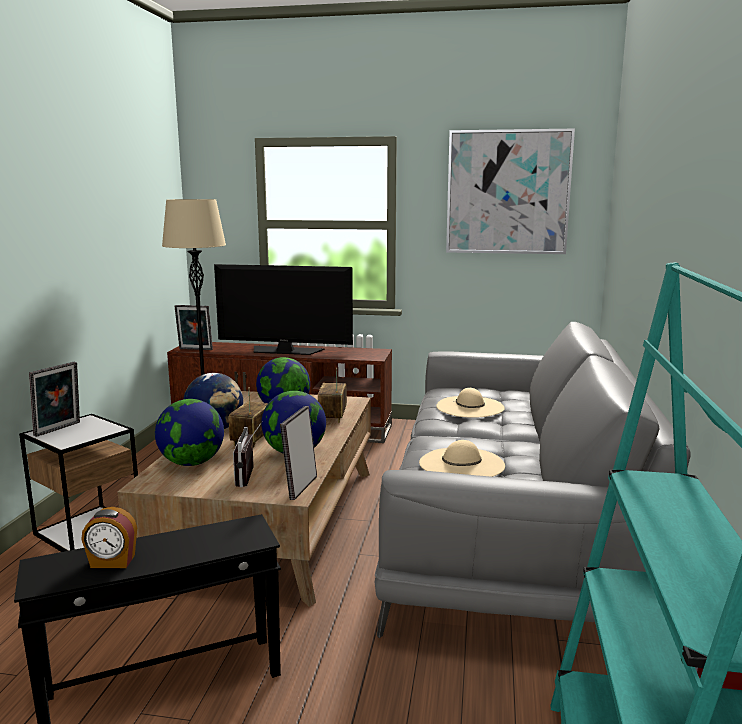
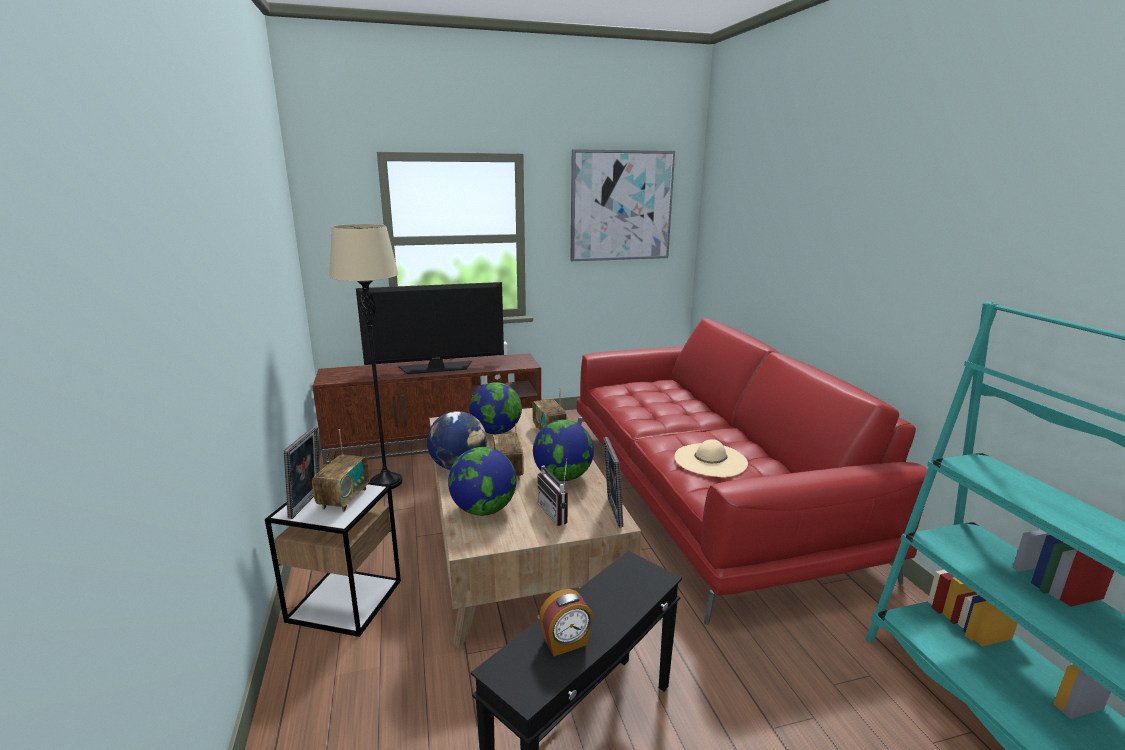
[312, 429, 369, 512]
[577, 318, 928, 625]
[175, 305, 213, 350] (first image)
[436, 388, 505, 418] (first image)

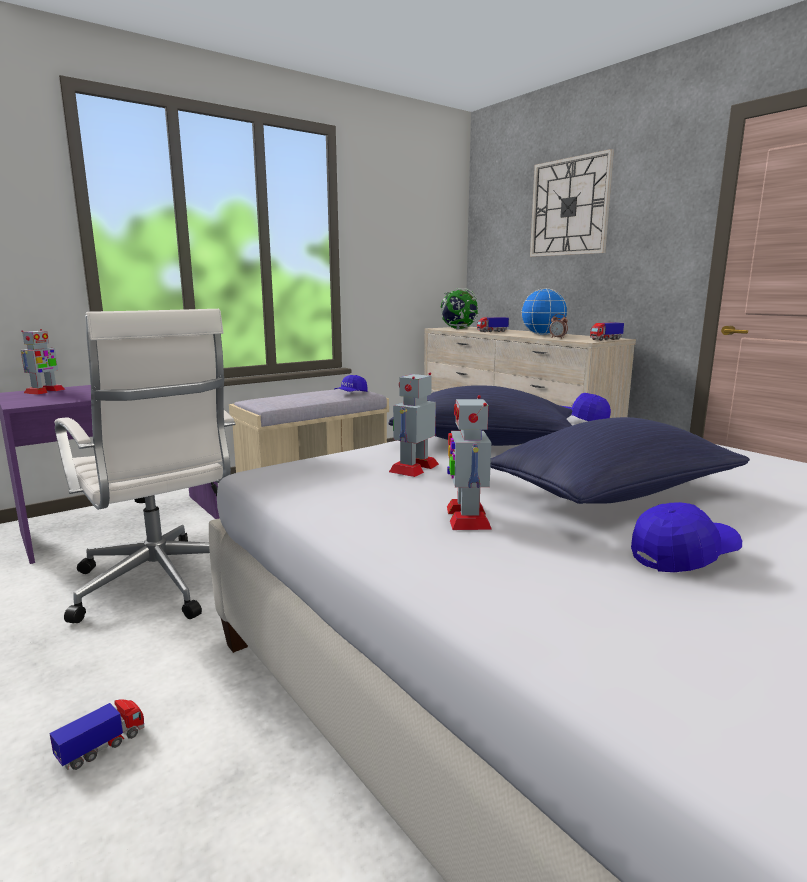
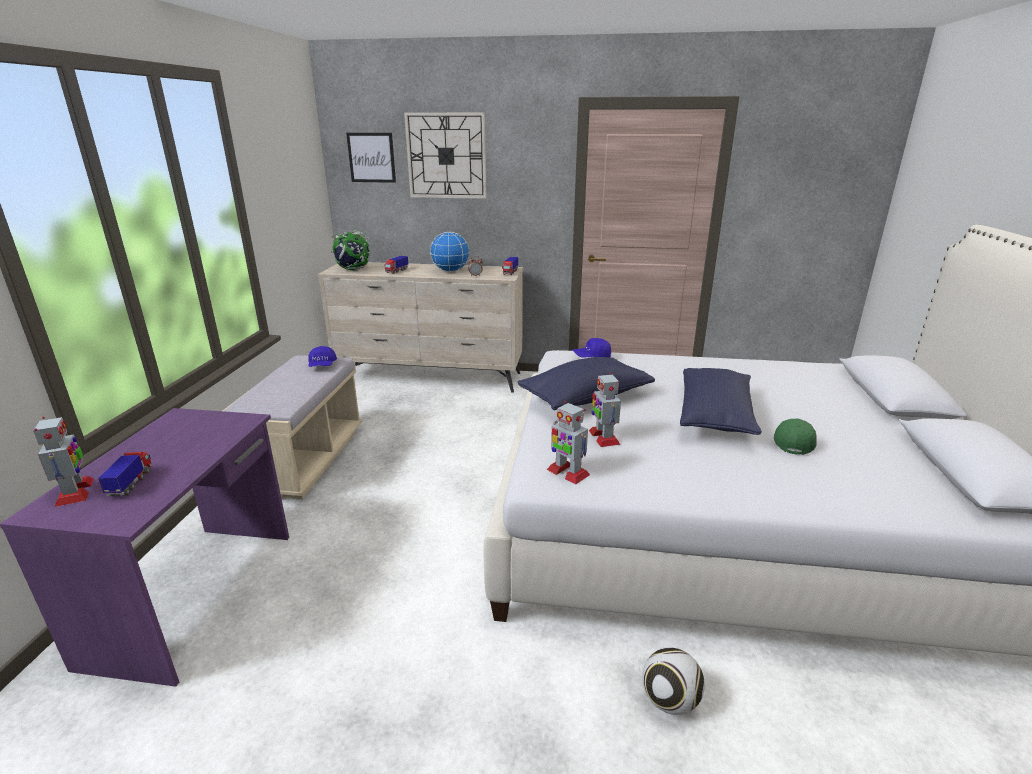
[98, 452, 152, 496]
[346, 133, 396, 183]
[547, 401, 590, 484]
[642, 648, 705, 715]
[774, 419, 817, 455]
[54, 309, 235, 623] (first image)

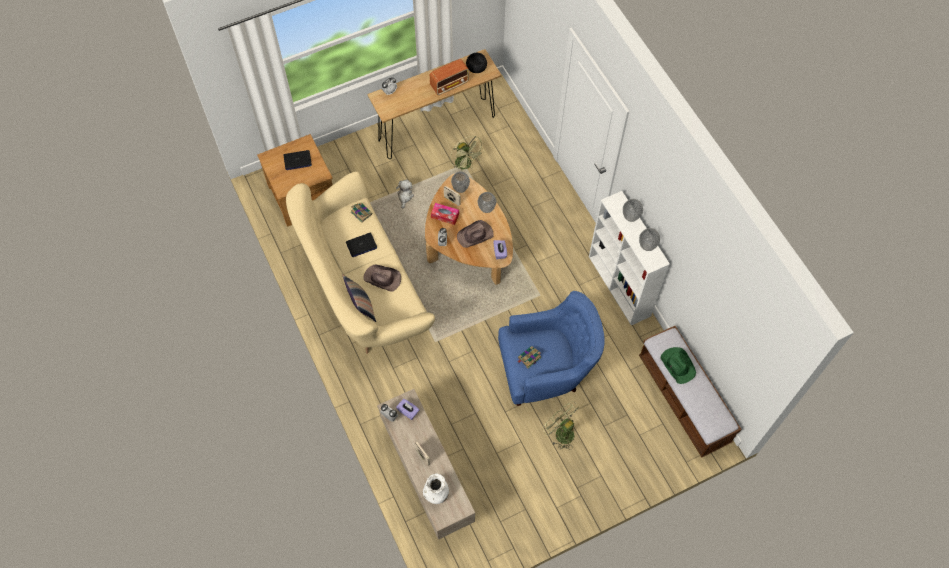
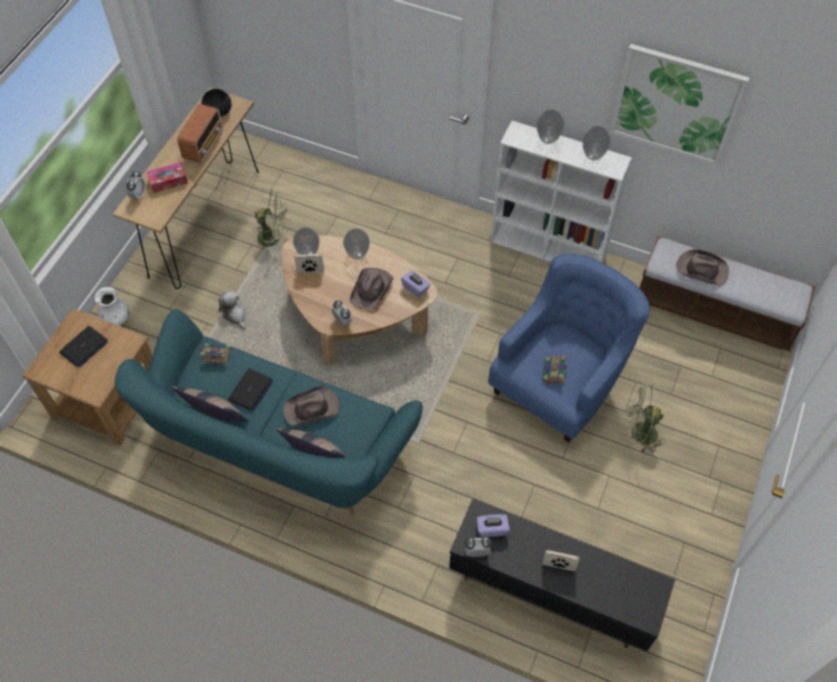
[95, 287, 130, 326]
[115, 309, 423, 516]
[146, 162, 188, 193]
[171, 386, 249, 422]
[449, 499, 675, 651]
[610, 44, 750, 166]
[676, 249, 729, 286]

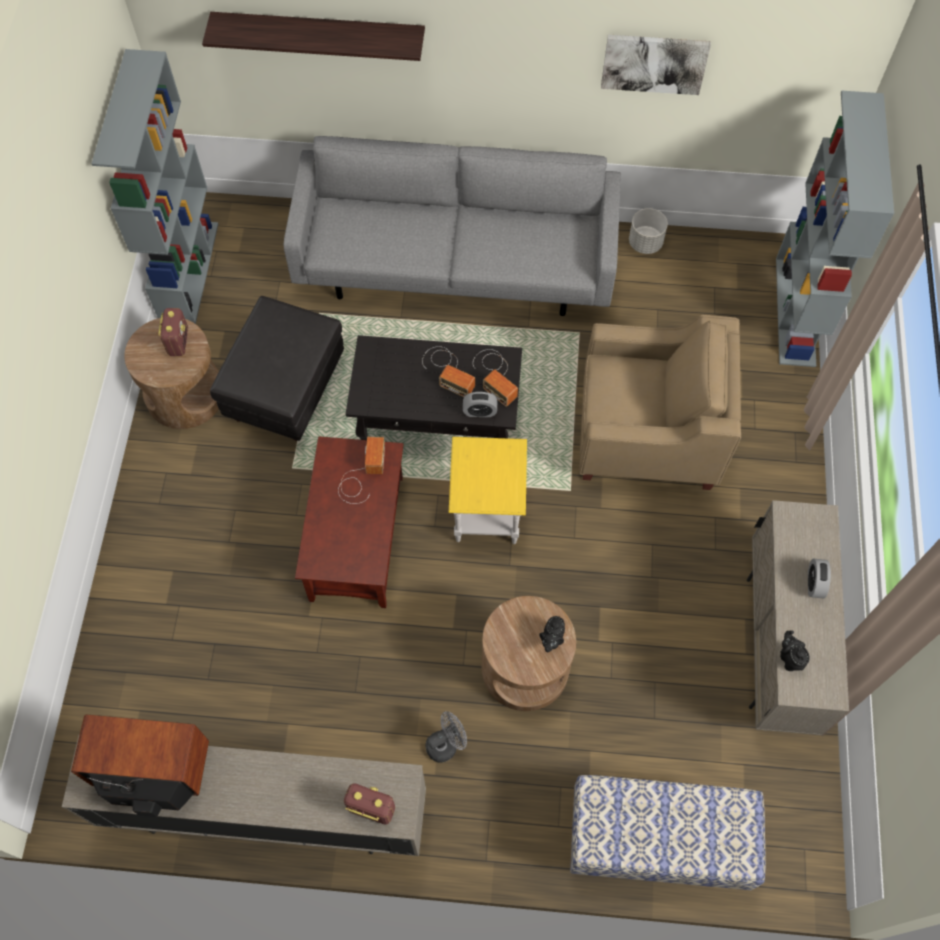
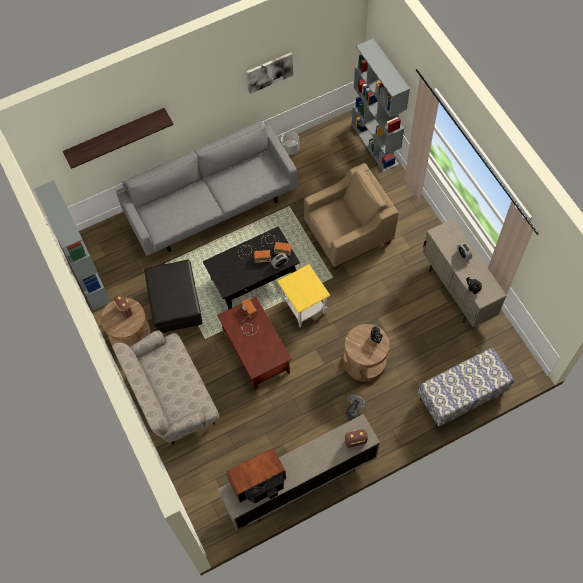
[112, 330, 219, 445]

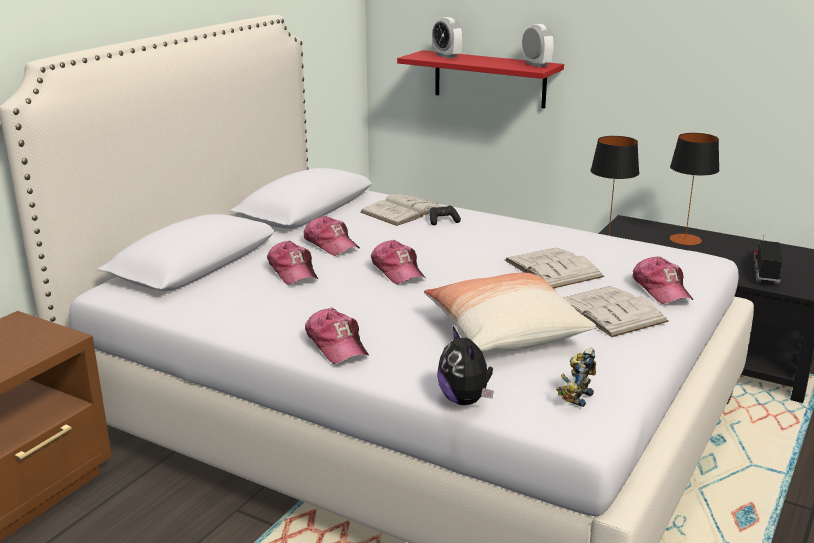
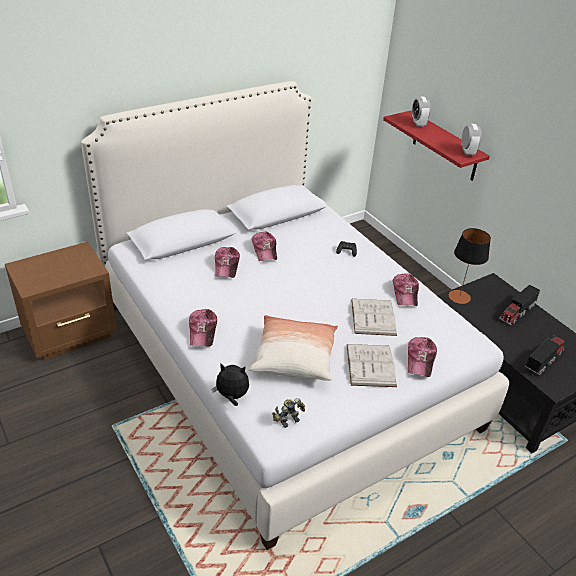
[211, 364, 249, 406]
[393, 273, 419, 306]
[499, 285, 540, 325]
[360, 194, 445, 226] (first image)

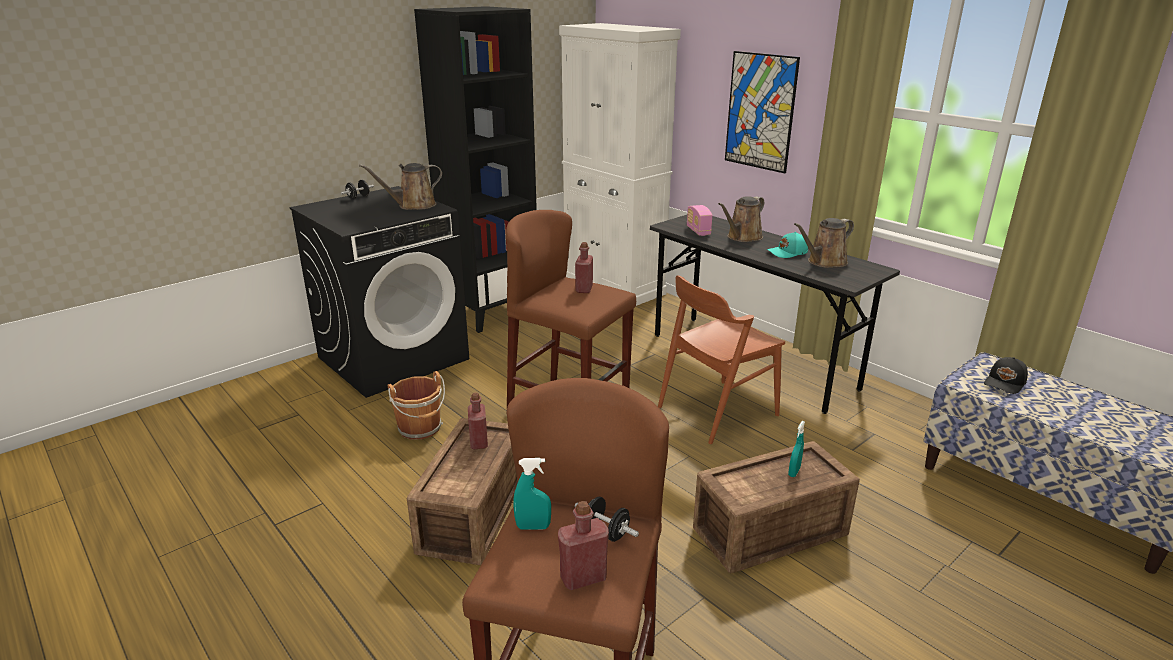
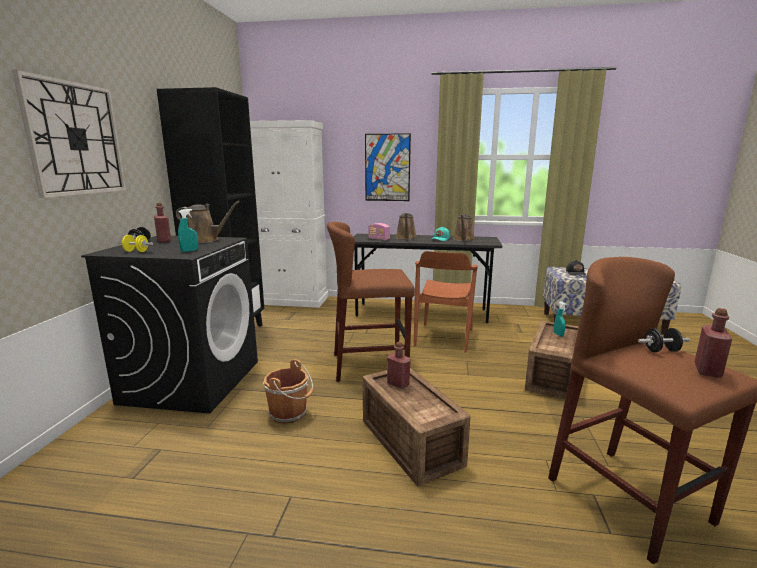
[12, 70, 126, 198]
[118, 235, 153, 252]
[154, 203, 171, 242]
[176, 201, 240, 243]
[178, 209, 198, 252]

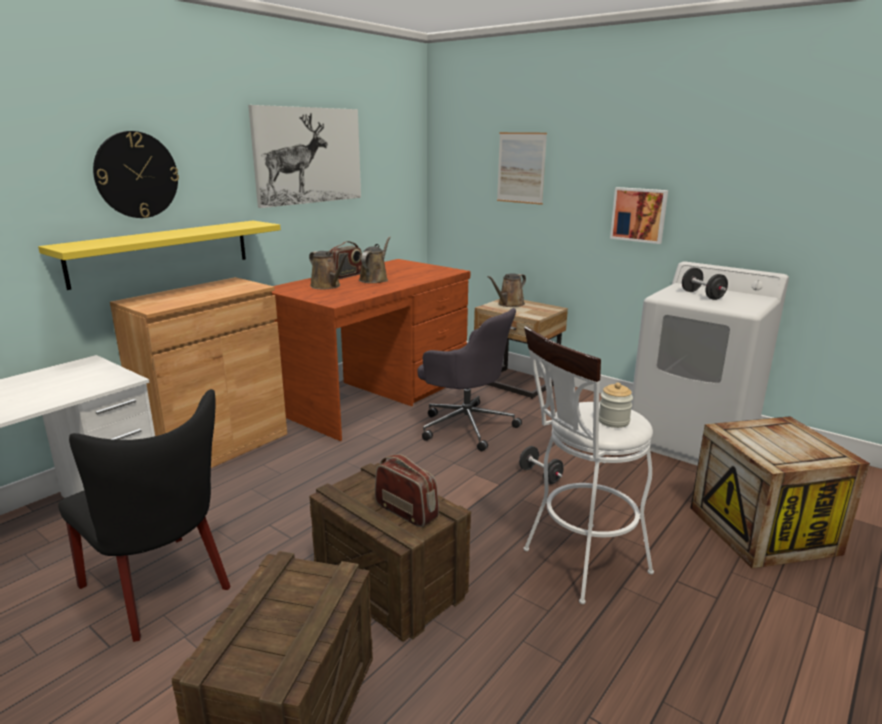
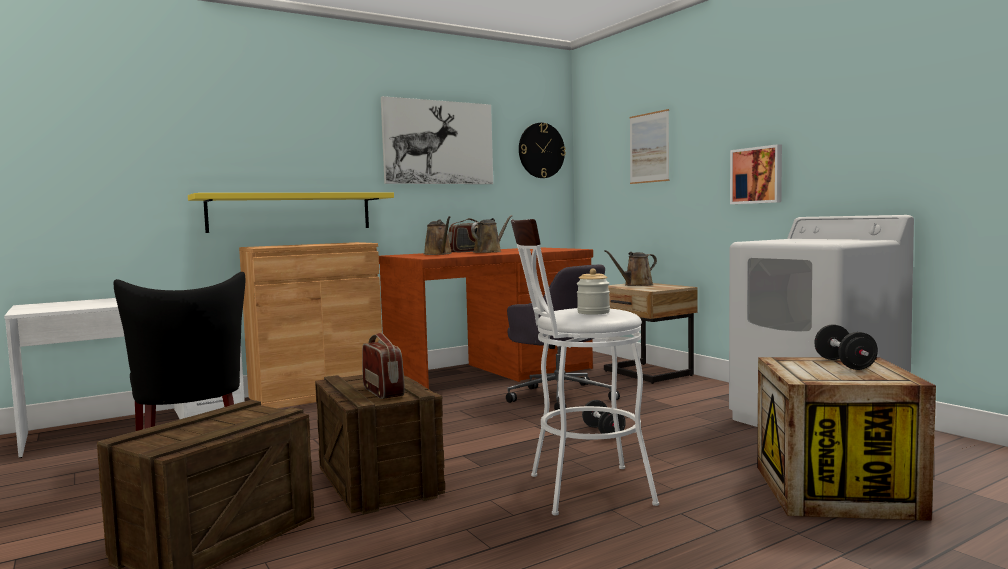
[519, 123, 566, 178]
[814, 324, 878, 370]

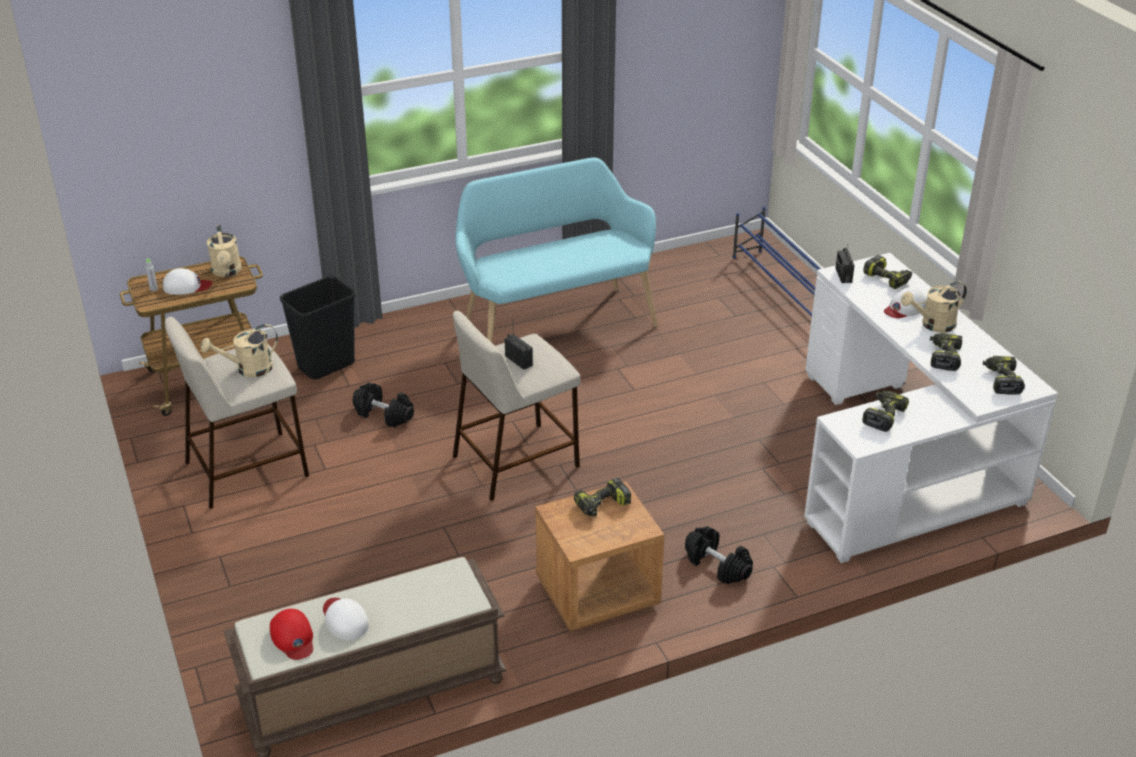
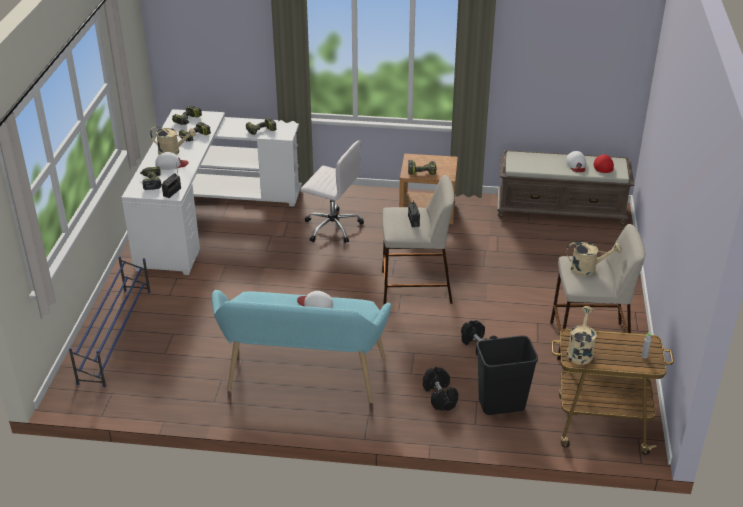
[297, 291, 333, 308]
[300, 140, 364, 243]
[423, 367, 459, 411]

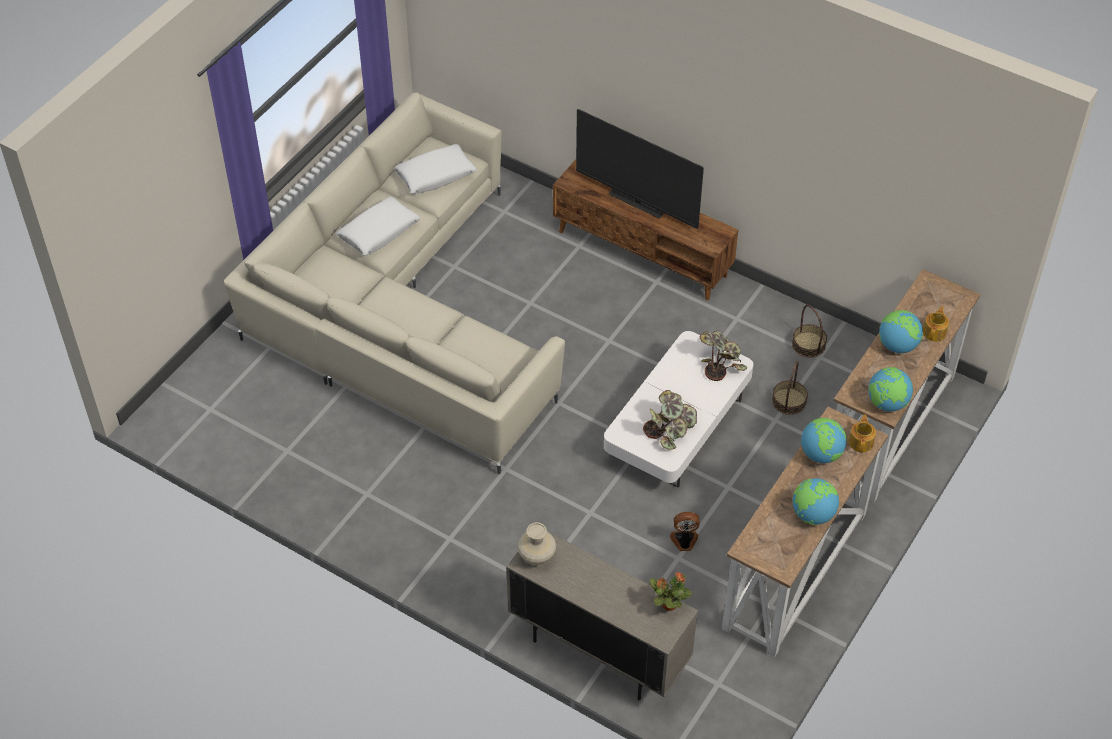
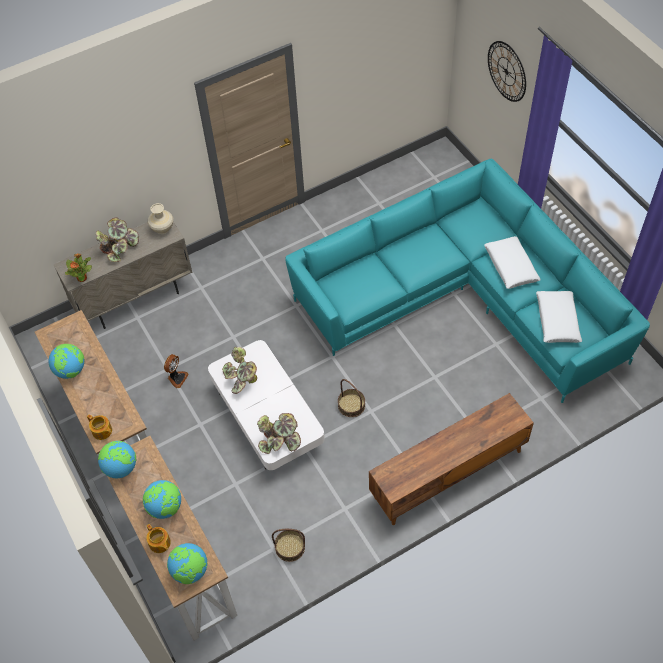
[96, 217, 139, 262]
[167, 543, 208, 584]
[285, 159, 650, 403]
[338, 379, 365, 417]
[488, 41, 526, 102]
[576, 109, 704, 229] (first image)

